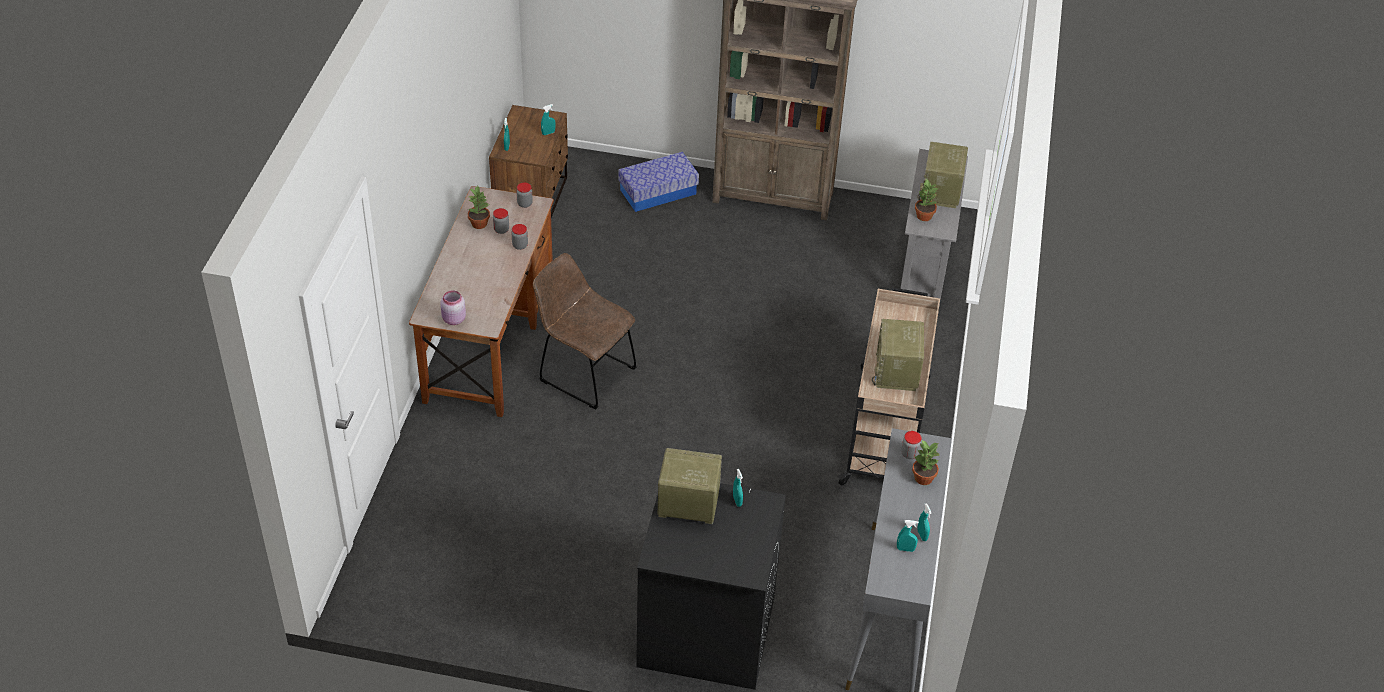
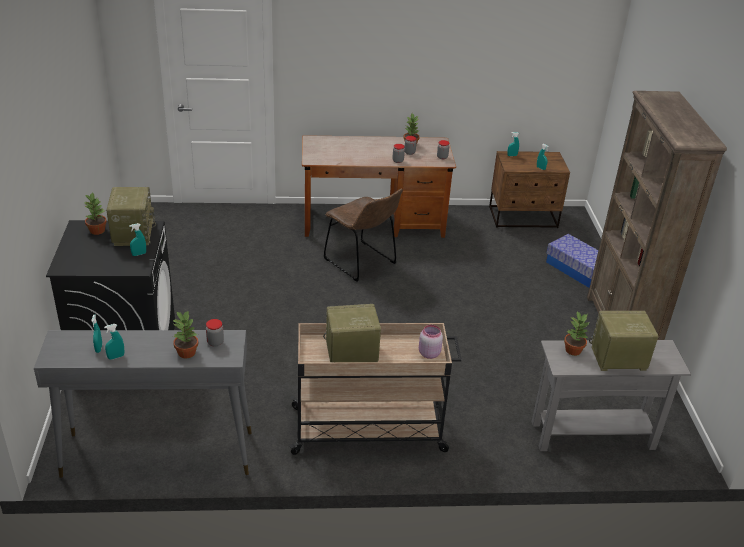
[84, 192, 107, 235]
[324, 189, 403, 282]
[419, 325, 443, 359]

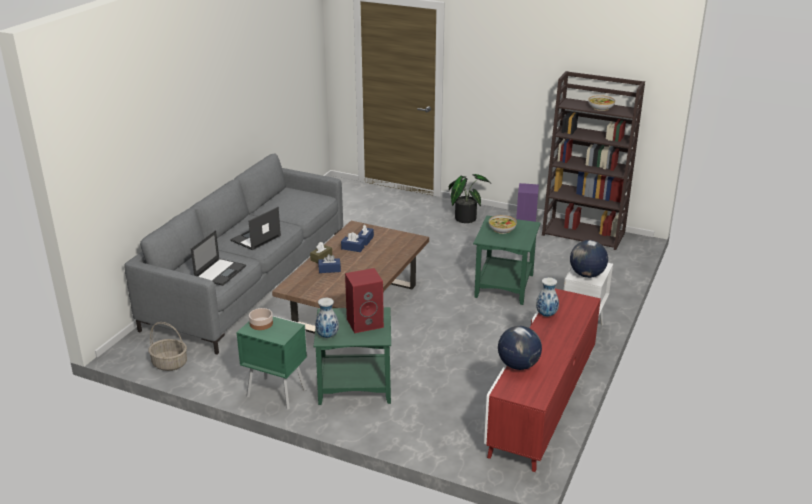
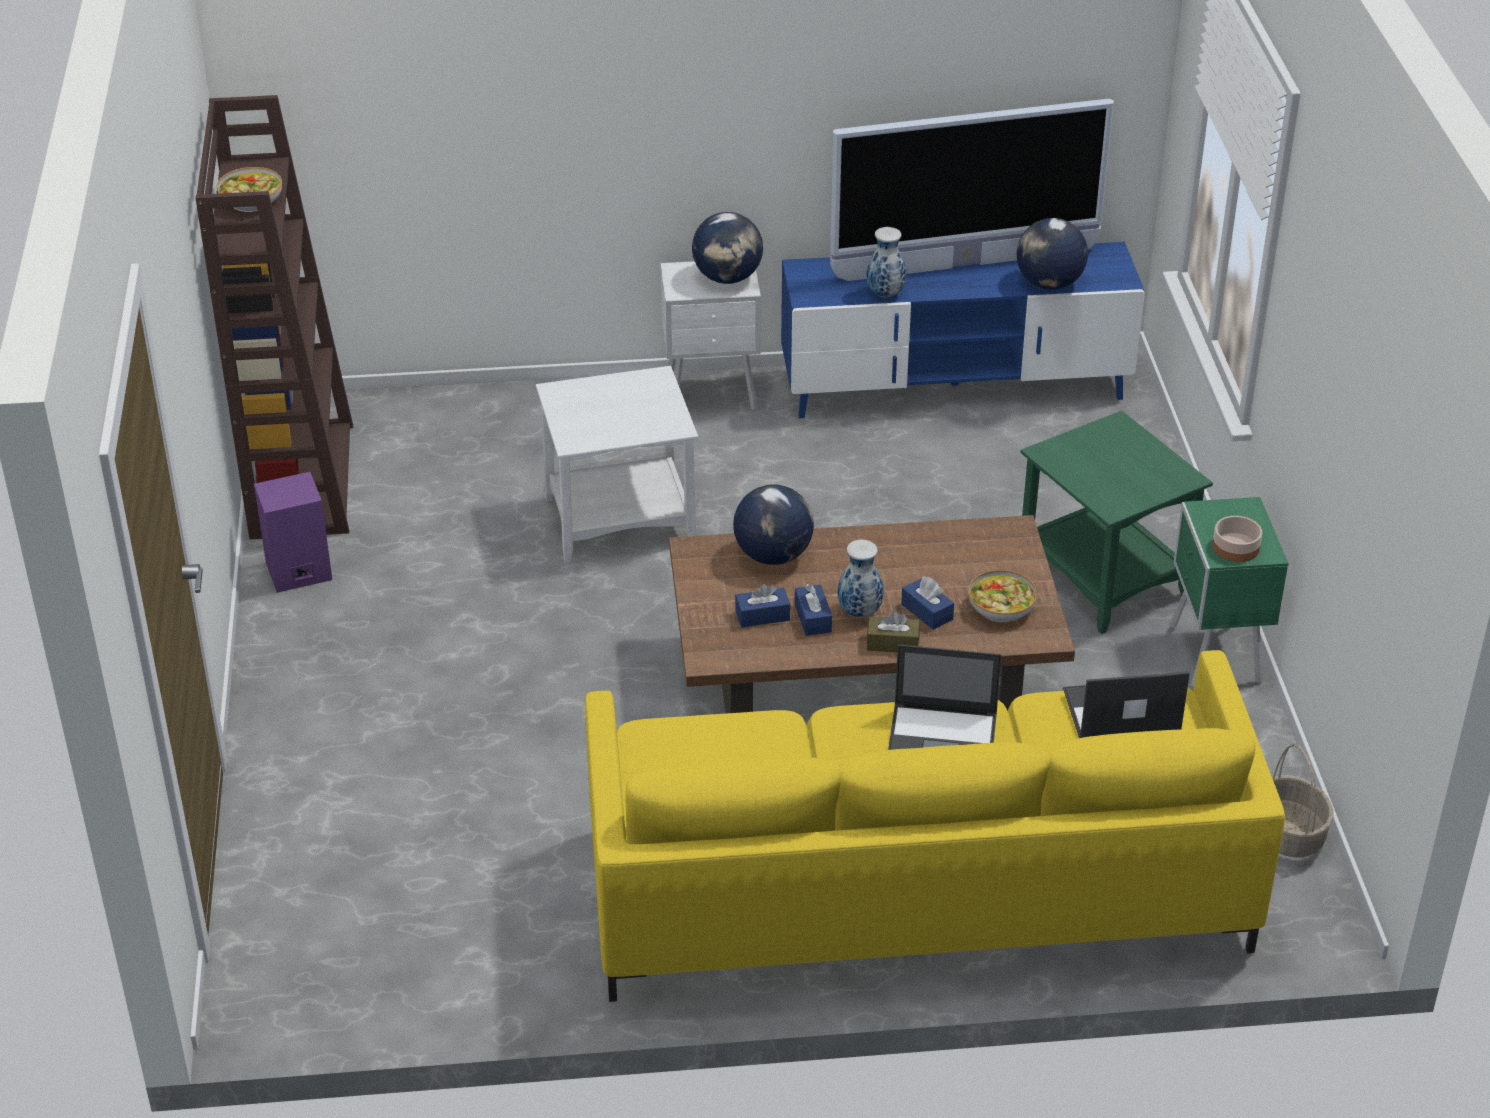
[536, 366, 698, 563]
[585, 650, 1285, 1002]
[733, 484, 814, 565]
[781, 242, 1145, 418]
[830, 99, 1114, 281]
[838, 540, 884, 618]
[969, 570, 1037, 622]
[345, 268, 384, 333] (first image)
[449, 174, 490, 223] (first image)

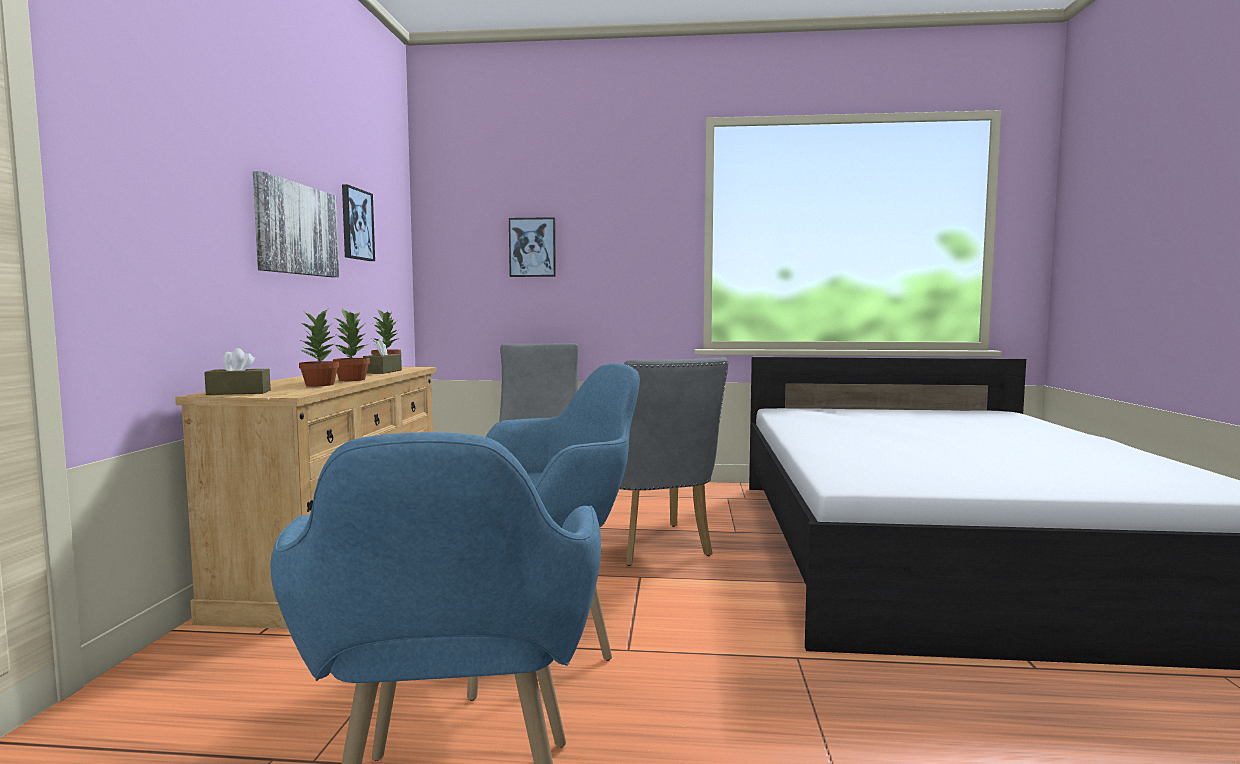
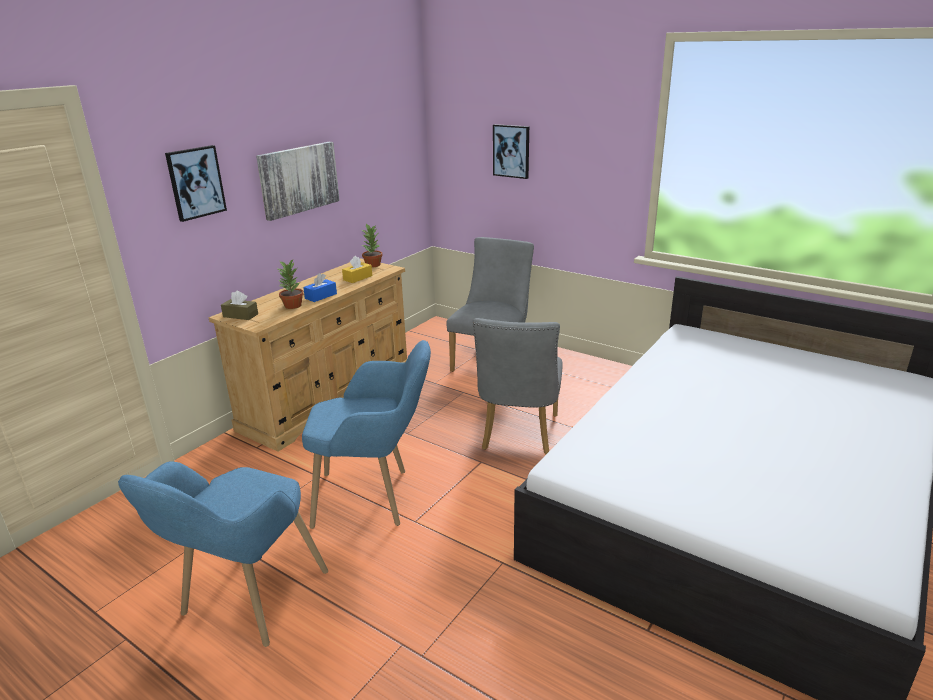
[165, 145, 227, 222]
[303, 273, 337, 302]
[342, 256, 372, 283]

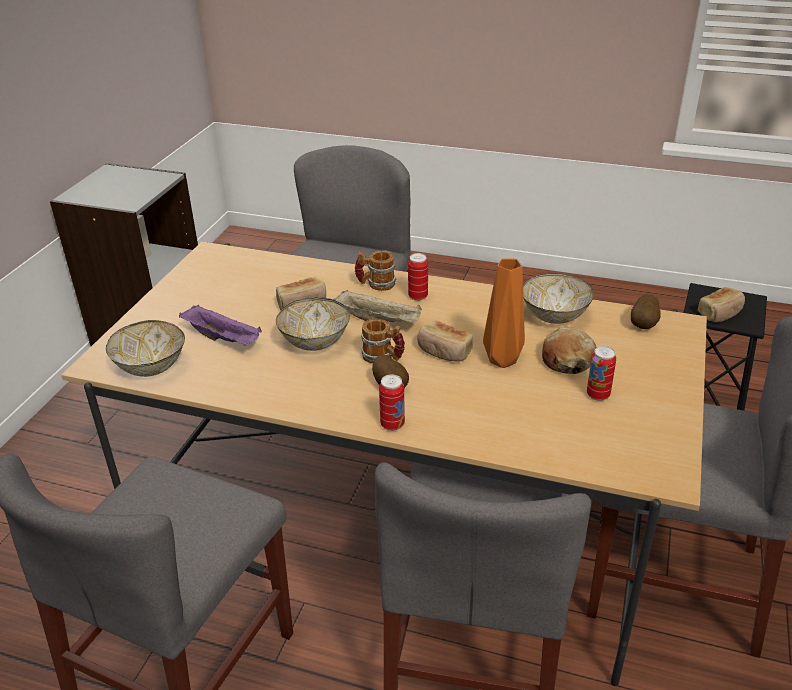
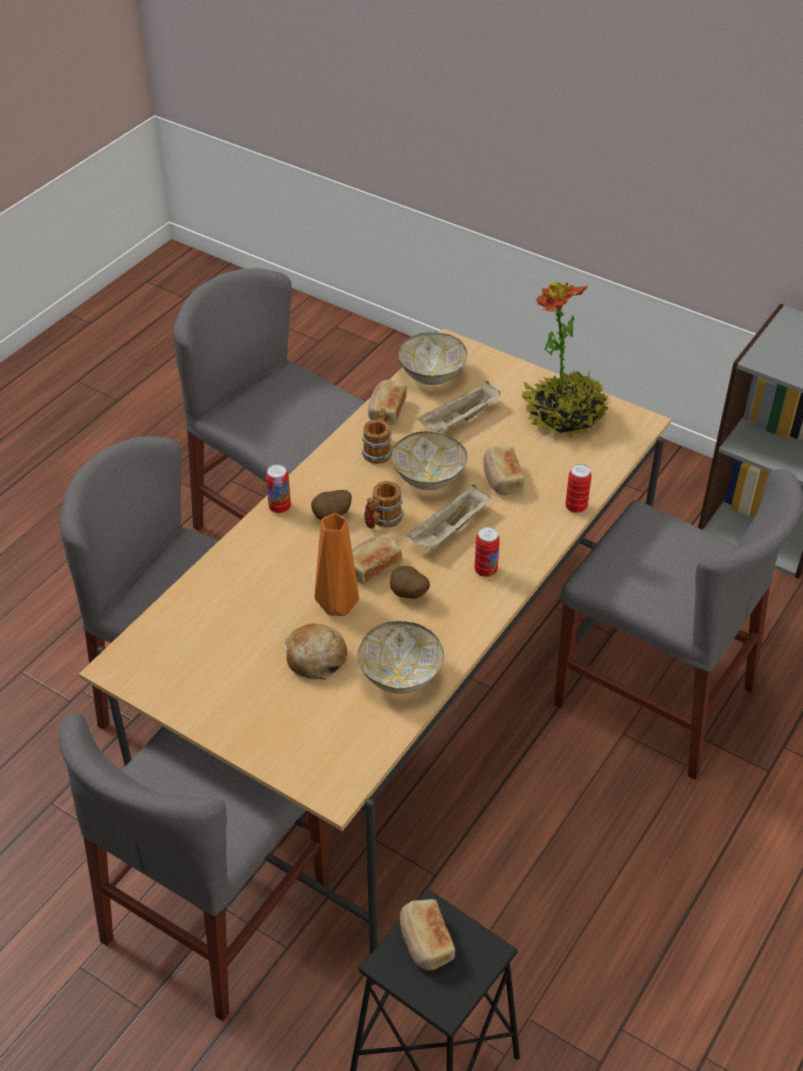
[362, 408, 393, 464]
[368, 380, 407, 425]
[390, 566, 430, 599]
[418, 381, 501, 433]
[522, 281, 610, 438]
[565, 464, 591, 513]

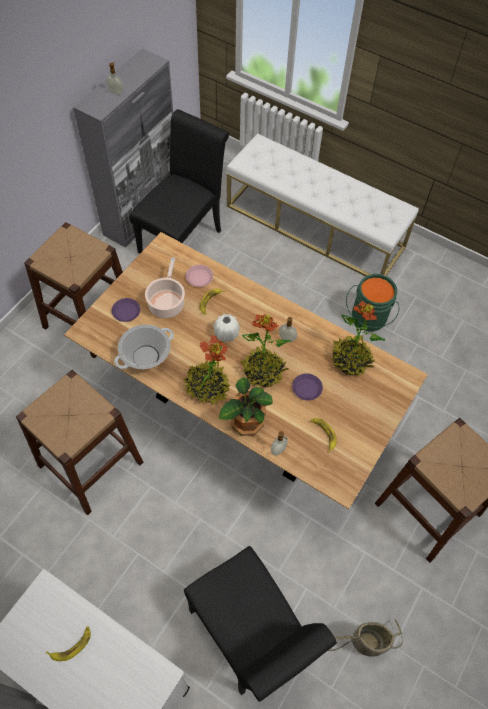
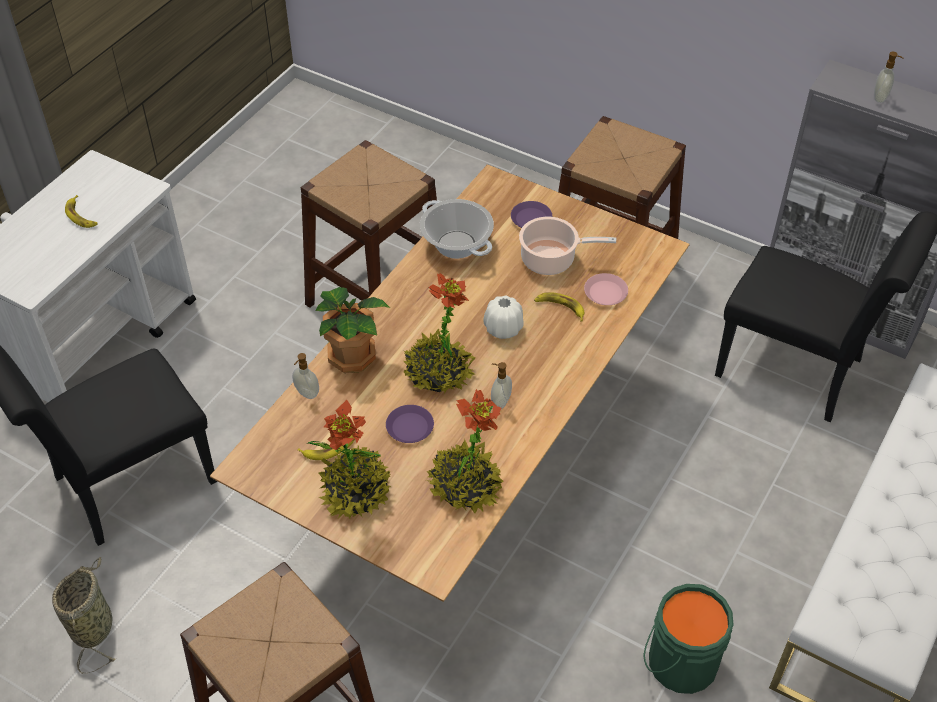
[307, 399, 391, 519]

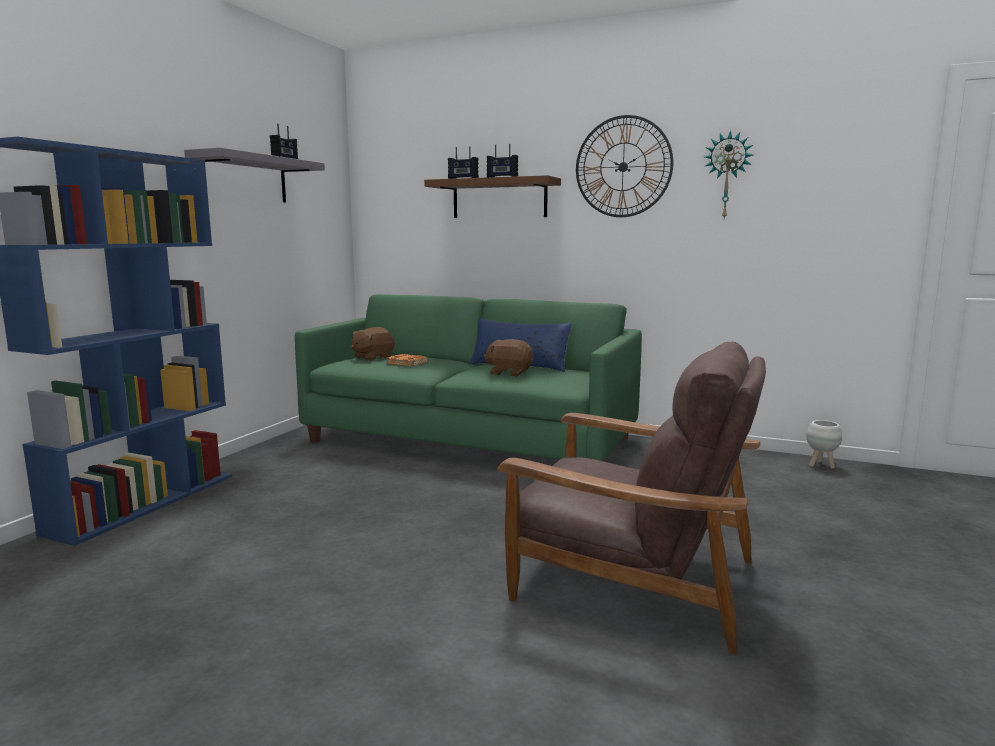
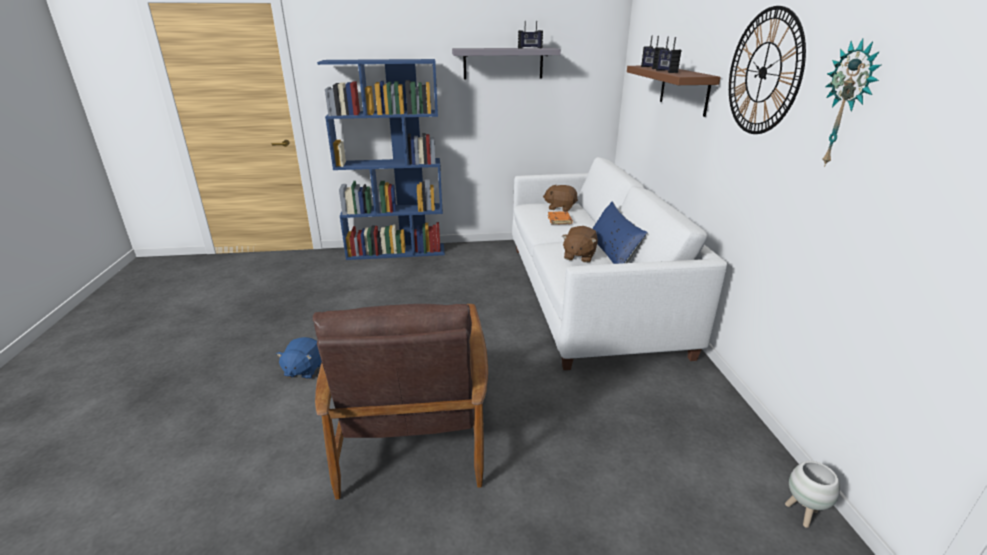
[276, 337, 322, 379]
[512, 157, 727, 370]
[562, 226, 598, 263]

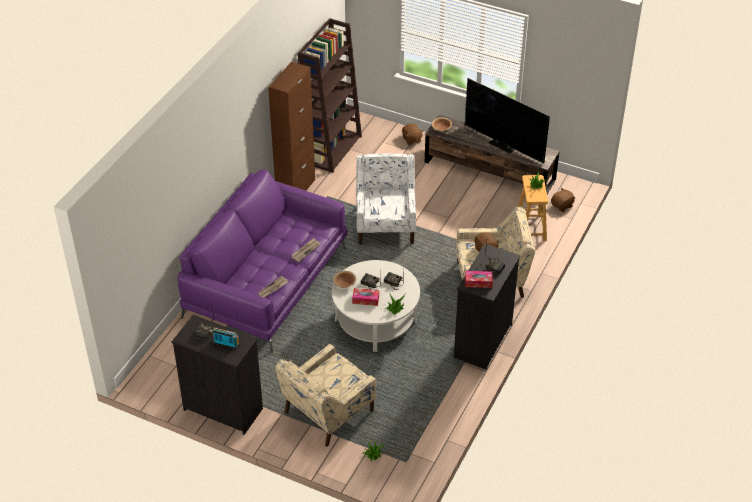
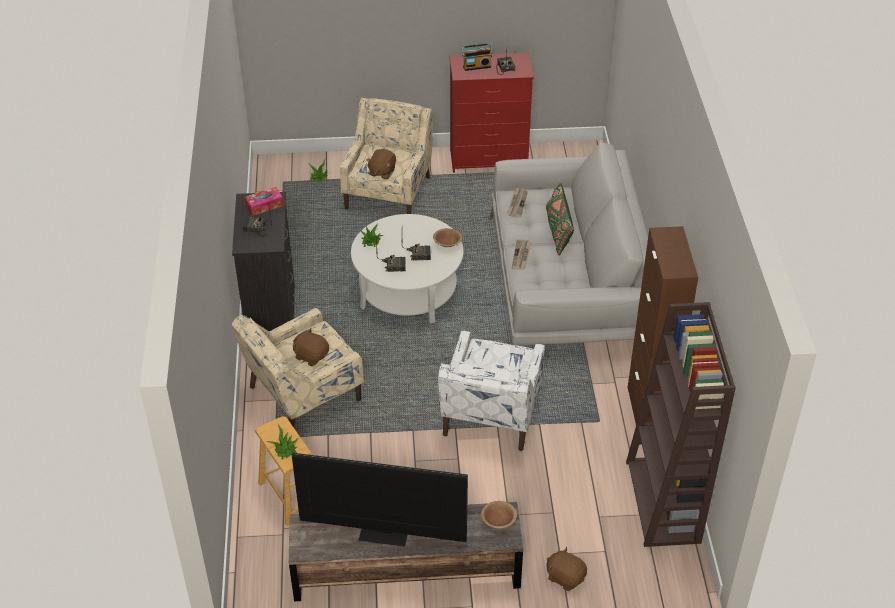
[366, 149, 396, 179]
[438, 331, 545, 451]
[450, 53, 534, 173]
[489, 143, 648, 346]
[546, 182, 574, 256]
[352, 288, 379, 306] (first image)

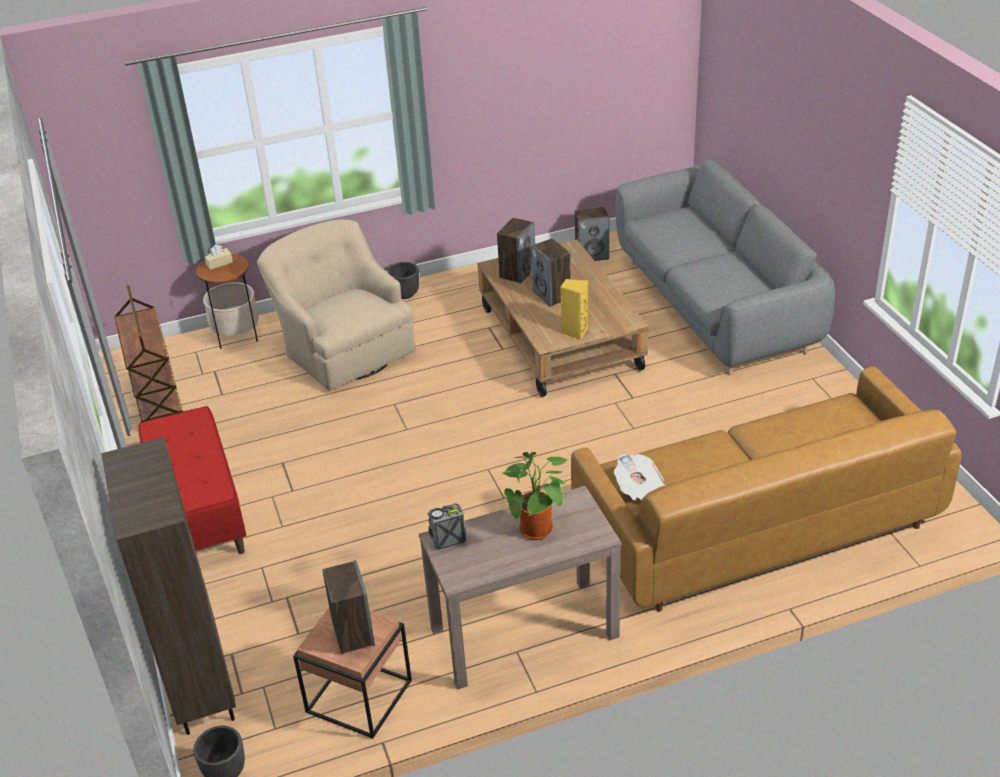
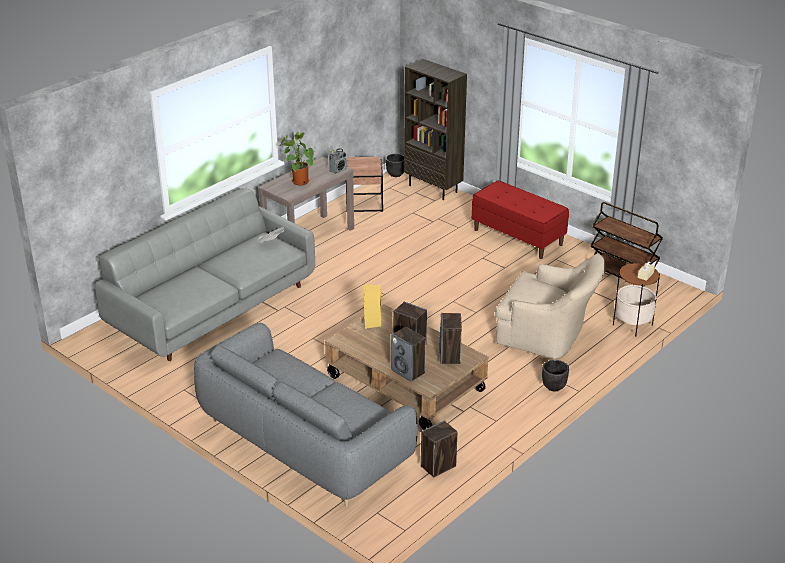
[95, 188, 315, 361]
[391, 327, 426, 382]

